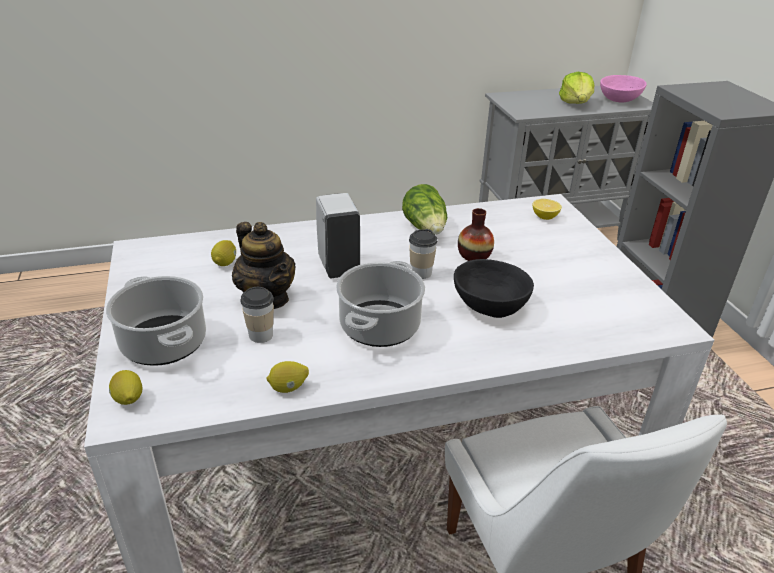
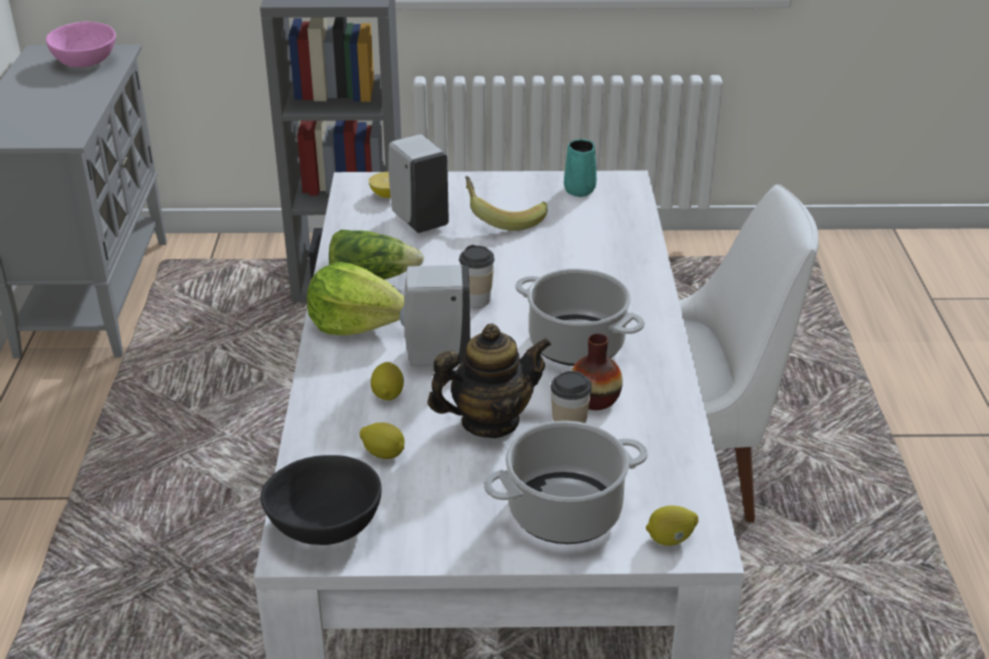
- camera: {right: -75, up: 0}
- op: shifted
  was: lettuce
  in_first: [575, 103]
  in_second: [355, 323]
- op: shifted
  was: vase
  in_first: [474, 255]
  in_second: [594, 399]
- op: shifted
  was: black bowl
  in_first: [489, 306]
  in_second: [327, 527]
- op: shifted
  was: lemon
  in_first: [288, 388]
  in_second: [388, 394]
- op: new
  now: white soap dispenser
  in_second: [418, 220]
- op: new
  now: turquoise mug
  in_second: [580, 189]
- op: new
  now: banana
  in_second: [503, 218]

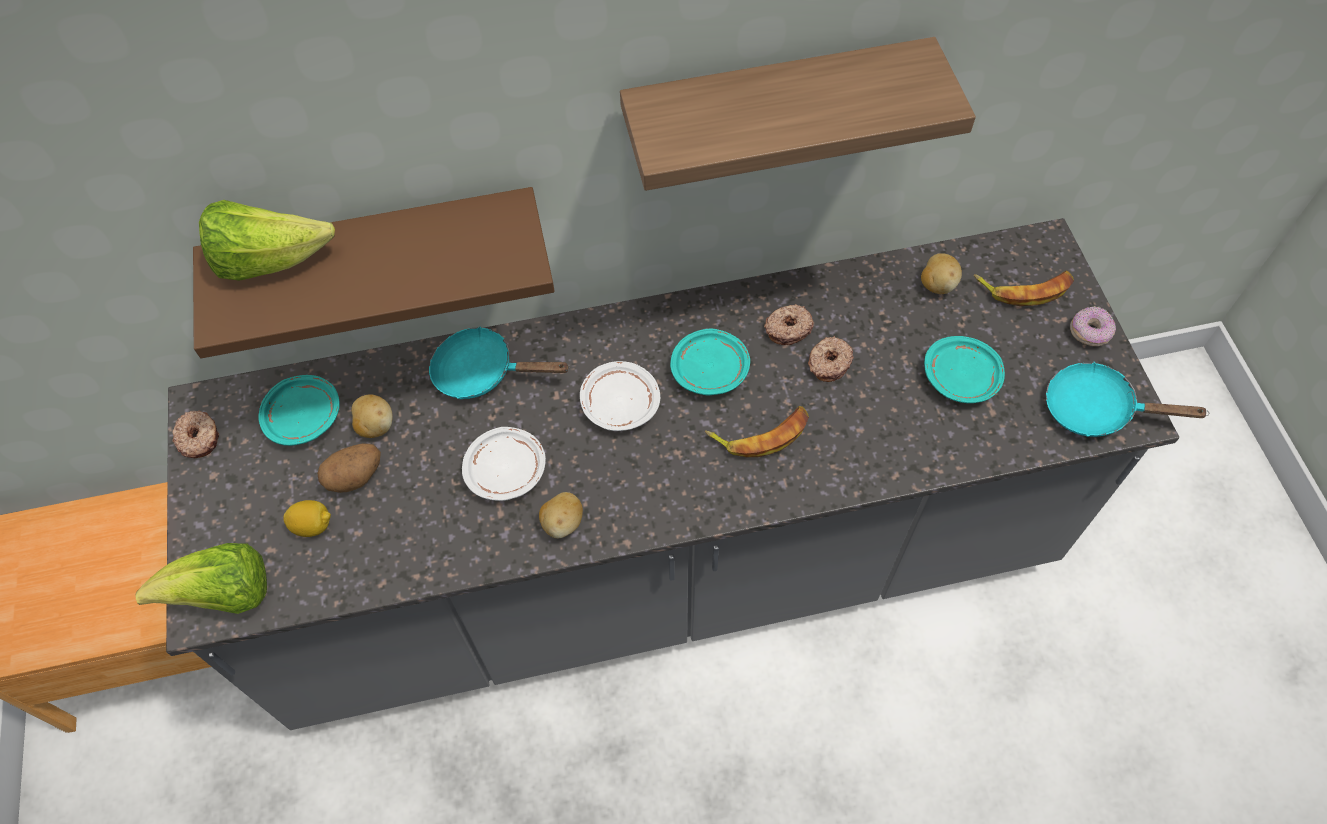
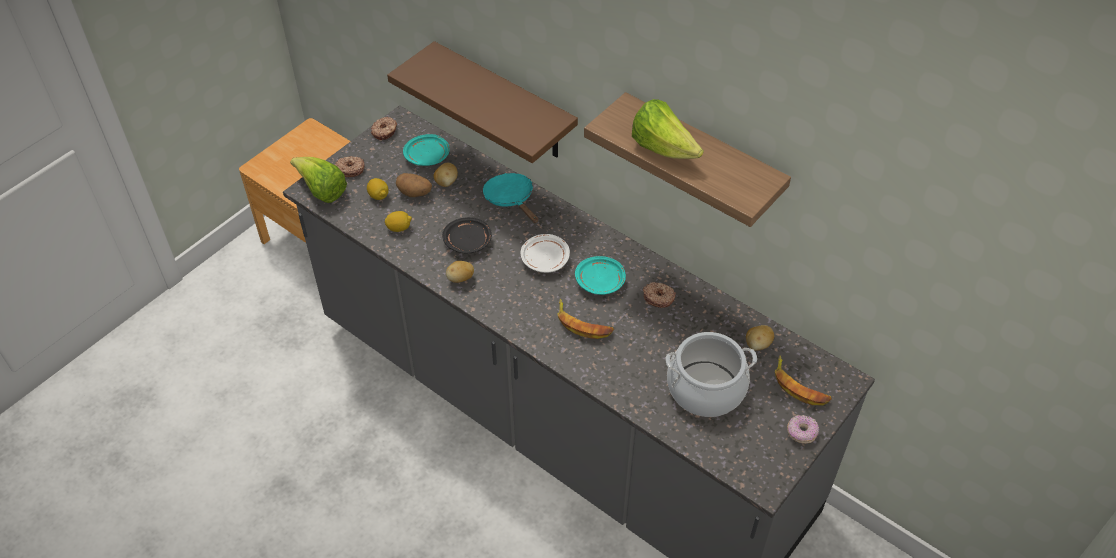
- camera: {right: 50, up: -10}
- op: shifted
  was: lettuce
  in_first: [270, 261]
  in_second: [663, 149]
- op: shifted
  was: donut
  in_first: [828, 363]
  in_second: [350, 169]
- op: swapped
  was: turquoise plate
  now: cooking pot
  in_first: [961, 378]
  in_second: [706, 389]
- op: gone
  was: turquoise frying pan
  in_first: [1097, 409]
- op: repainted
  was: white plate
  now: black plate
  in_first: [506, 470]
  in_second: [468, 241]
- op: new
  now: lemon
  in_second: [399, 228]

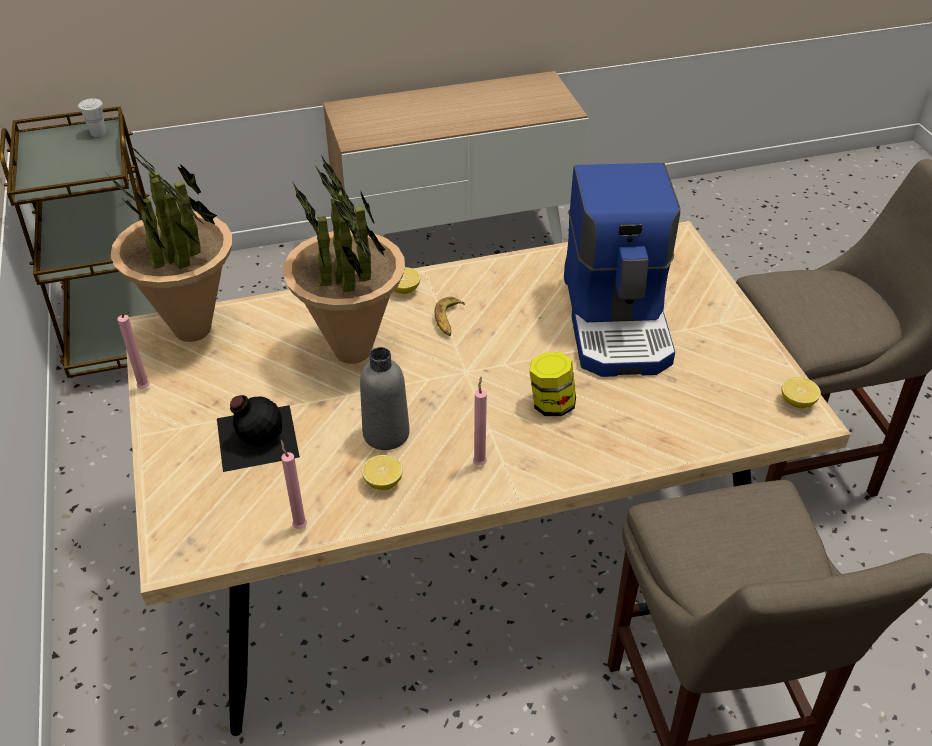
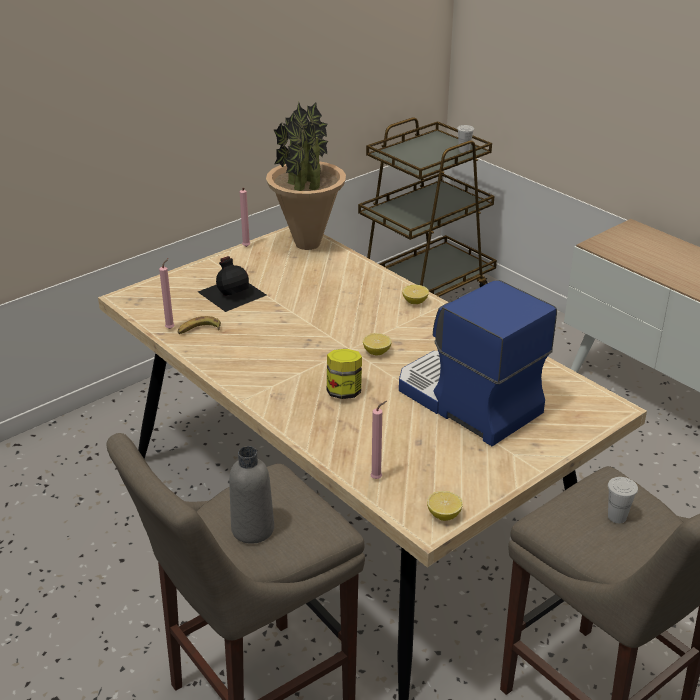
- camera: {right: 65, up: -10}
- op: gone
  was: potted plant
  in_first: [353, 352]
- op: rotated
  was: coffee machine
  in_first: [618, 321]
  in_second: [466, 401]
  clockwise: 75
- op: shifted
  was: banana
  in_first: [448, 320]
  in_second: [199, 330]
- op: shifted
  was: grey bottle
  in_first: [386, 434]
  in_second: [253, 529]
- op: shifted
  was: pink candle
  in_first: [480, 462]
  in_second: [378, 478]
- op: shifted
  was: lemon
  in_first: [383, 482]
  in_second: [376, 352]
- op: new
  now: white cup
  in_second: [617, 517]

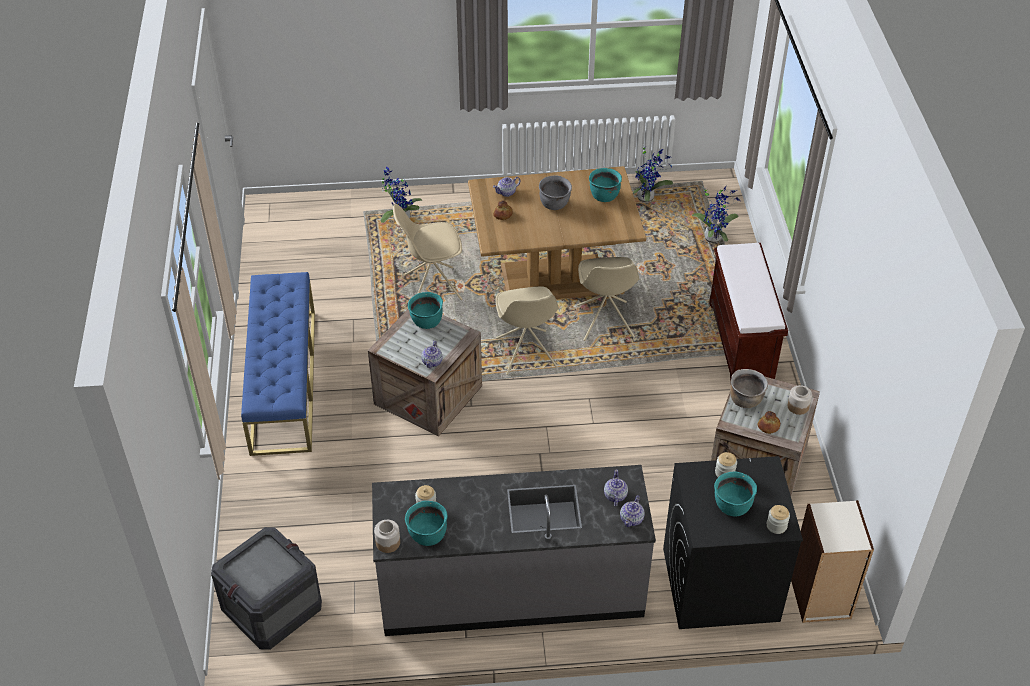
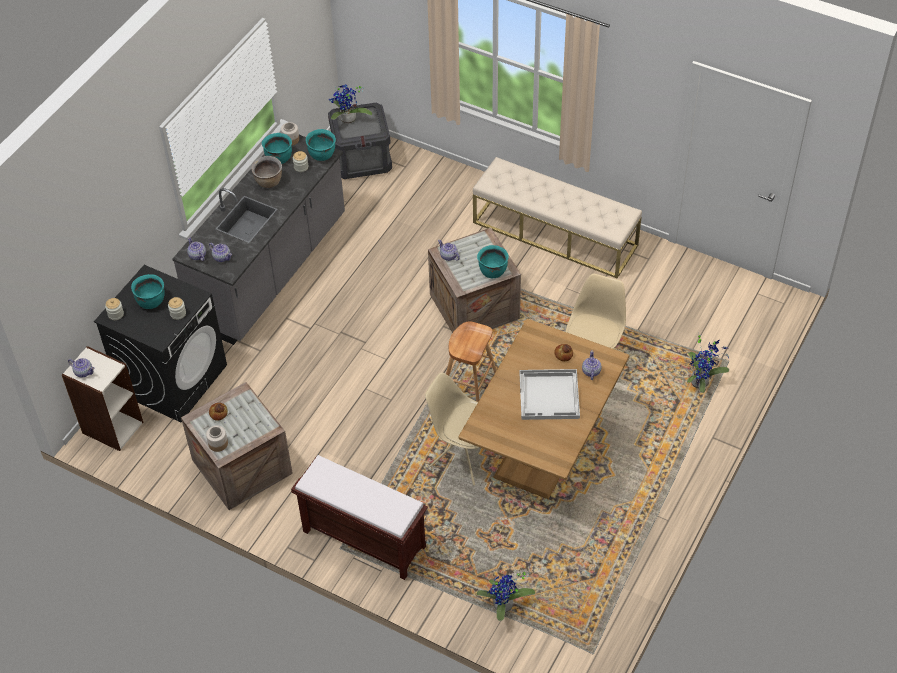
- camera: {right: 125, up: 5}
- op: shifted
  was: potted plant
  in_first: [647, 198]
  in_second: [347, 121]
- op: shifted
  was: turquoise cooking pot
  in_first: [604, 196]
  in_second: [322, 155]
- op: swapped
  was: grey cooking pot
  now: white tray
  in_first: [554, 204]
  in_second: [549, 396]
- op: repainted
  was: blue bench
  now: beige bench
  in_first: [283, 380]
  in_second: [555, 234]
- op: swapped
  was: beige chair
  now: brown stool
  in_first: [526, 354]
  in_second: [469, 385]
- op: shifted
  was: brown cooking pot
  in_first: [745, 400]
  in_second: [269, 182]
- op: new
  now: teapot
  in_second: [83, 372]

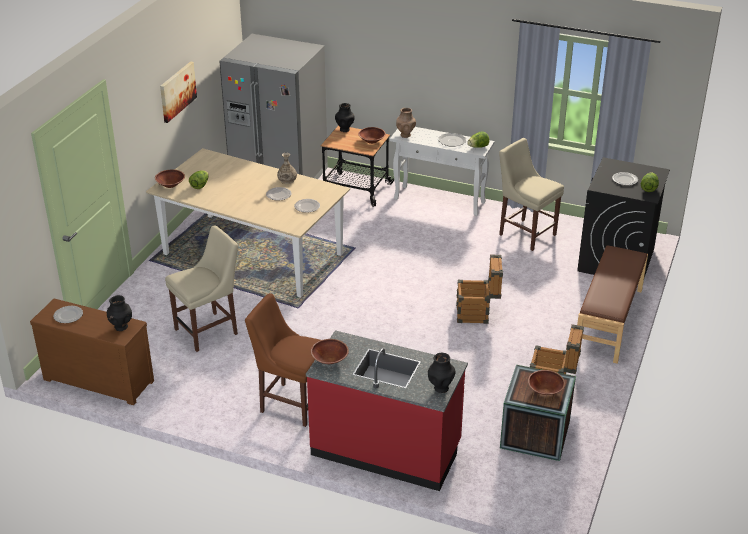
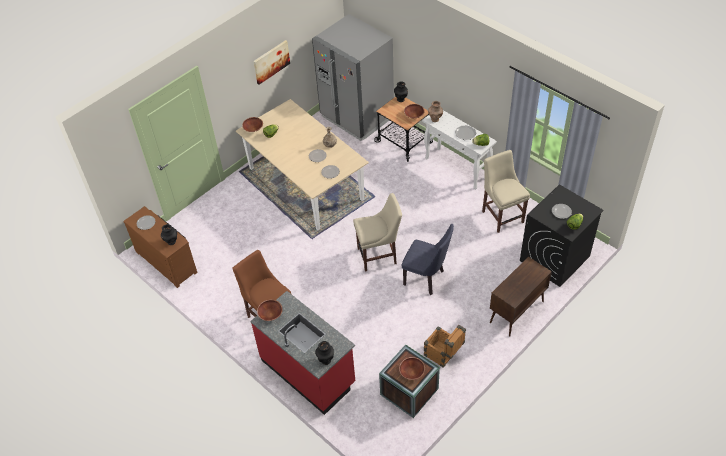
- camera: {right: 25, up: 15}
- op: shifted
  was: beige chair
  in_first: [209, 330]
  in_second: [379, 255]
- op: swapped
  was: brown bench
  now: brown cabinet
  in_first: [609, 321]
  in_second: [516, 312]
- op: swapped
  was: crate
  now: blue chair
  in_first: [477, 314]
  in_second: [427, 279]

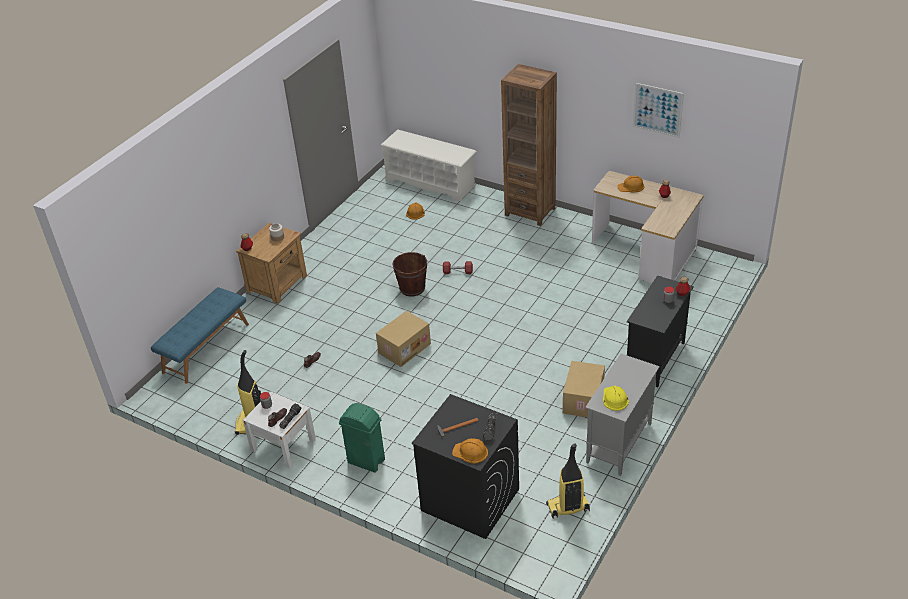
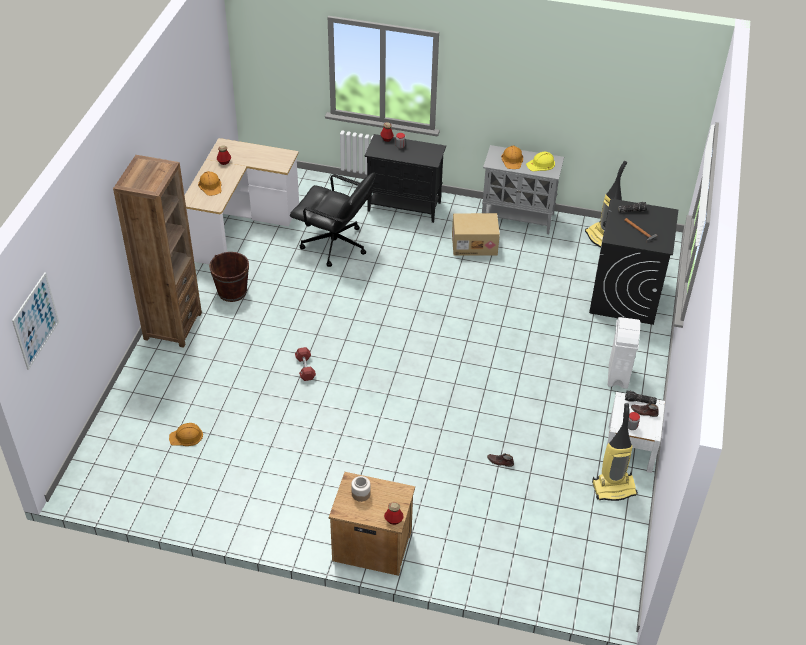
- camera: {right: -110, up: 5}
- op: shifted
  was: picture
  in_first: [657, 110]
  in_second: [35, 321]
- op: gone
  was: white shoe rack
  in_first: [431, 182]
- op: shifted
  was: brown bucket
  in_first: [412, 288]
  in_second: [232, 292]
- op: gone
  was: blue bench
  in_first: [206, 348]
- op: gone
  was: cardboard box
  in_first: [404, 348]
- op: repainted
  was: green trash can
  now: white trash can
  in_first: [366, 461]
  in_second: [618, 375]
- op: shifted
  was: orange hard hat
  in_first: [470, 452]
  in_second: [512, 160]
- op: new
  now: black office chair
  in_second: [335, 245]

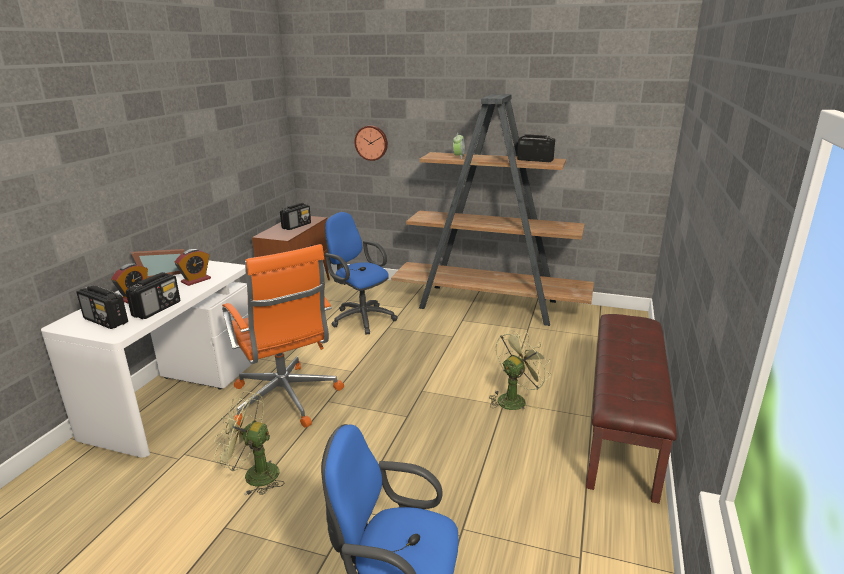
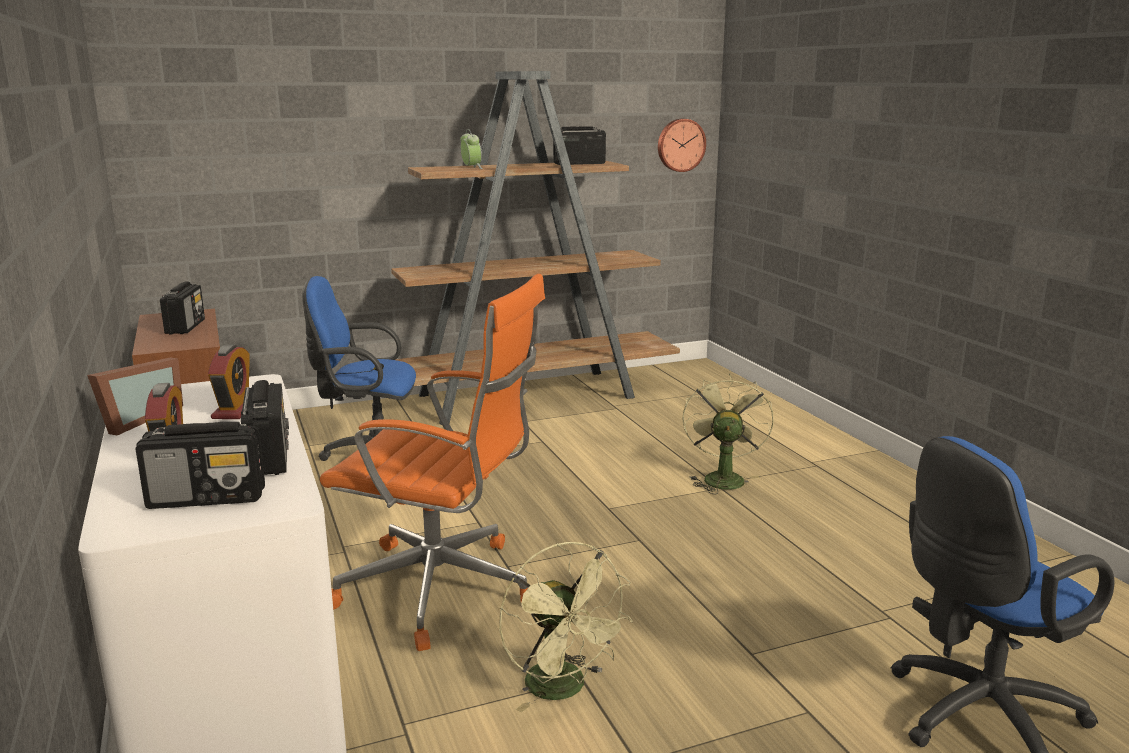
- camera: {right: -40, up: -5}
- op: shifted
  was: wall clock
  in_first: [371, 142]
  in_second: [680, 145]
- op: gone
  was: brown bench
  in_first: [623, 427]
- op: rotated
  was: green fan
  in_first: [254, 475]
  in_second: [564, 689]
  clockwise: -90

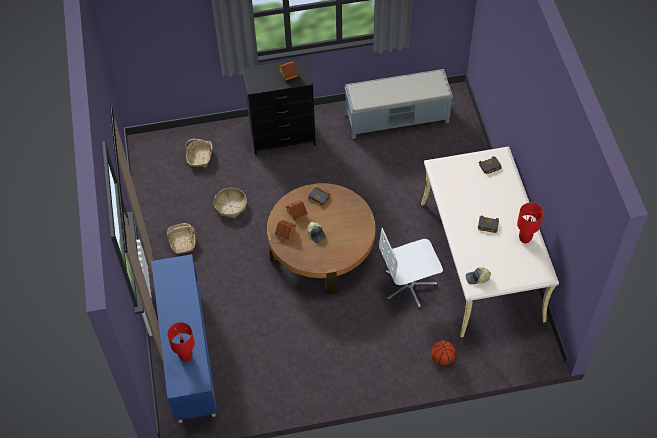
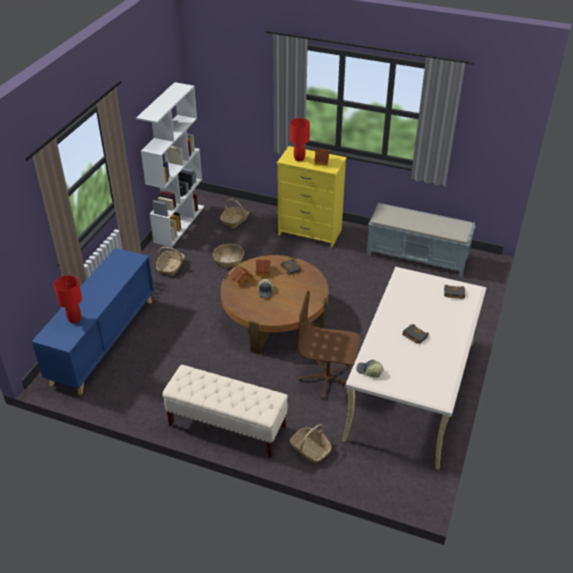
- camera: {right: 30, up: -15}
- op: repainted
  was: black dresser
  now: yellow dresser
  in_first: [282, 137]
  in_second: [309, 233]
- op: shifted
  was: red table lamp
  in_first: [525, 238]
  in_second: [299, 158]
- op: repainted
  was: white office chair
  now: brown office chair
  in_first: [409, 286]
  in_second: [327, 378]
- op: swapped
  was: basketball
  now: basket
  in_first: [442, 358]
  in_second: [310, 449]
- op: new
  now: white bookcase
  in_second: [179, 224]
- op: new
  now: beige bench
  in_second: [227, 426]

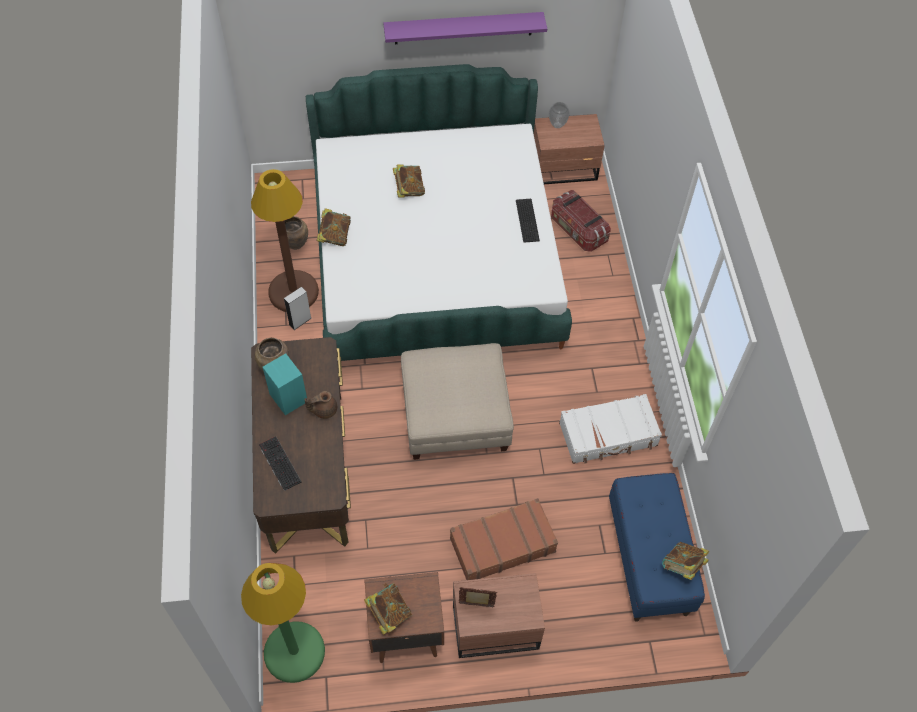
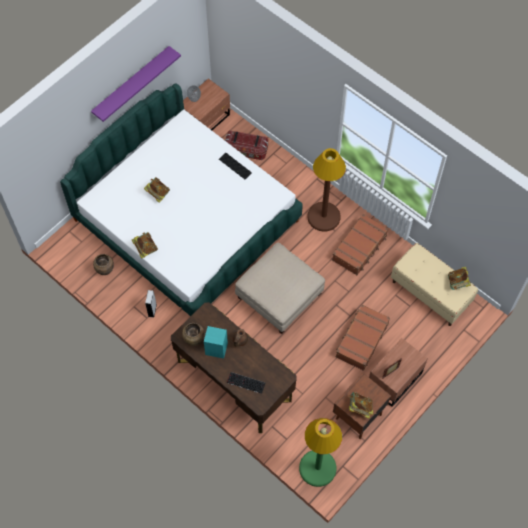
- camera: {right: -40, up: 5}
- op: shifted
  was: brown floor lamp
  in_first: [293, 292]
  in_second: [323, 217]
- op: repainted
  was: white suitcase
  now: brown suitcase
  in_first: [608, 435]
  in_second: [360, 248]
- op: repainted
  was: blue bench
  now: beige bench
  in_first: [649, 559]
  in_second: [430, 293]

